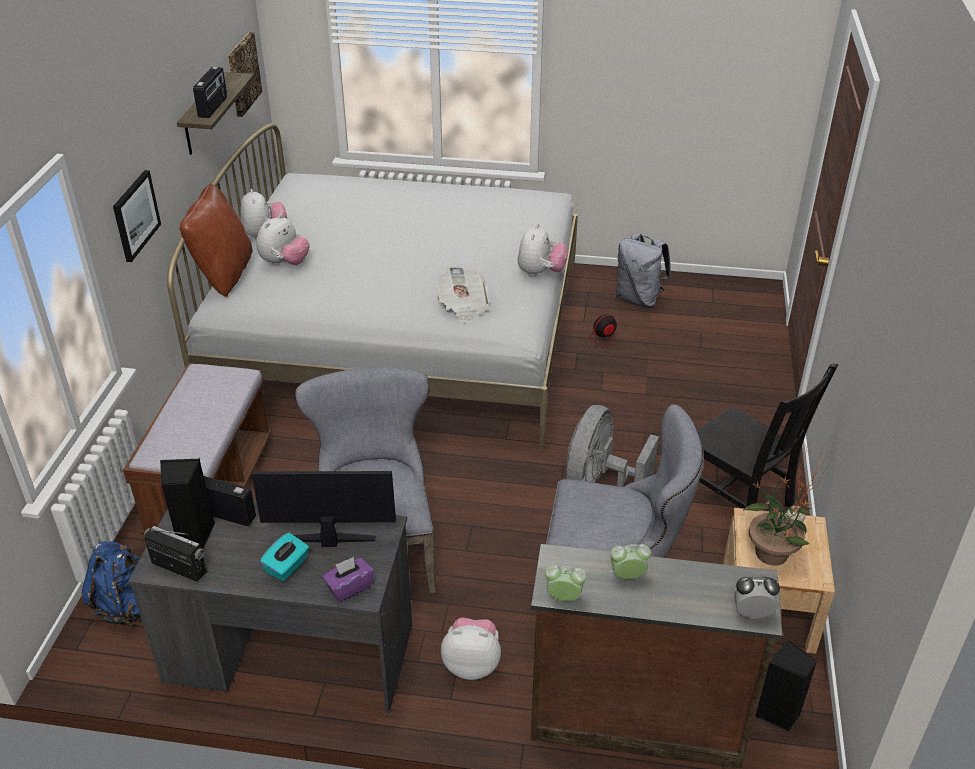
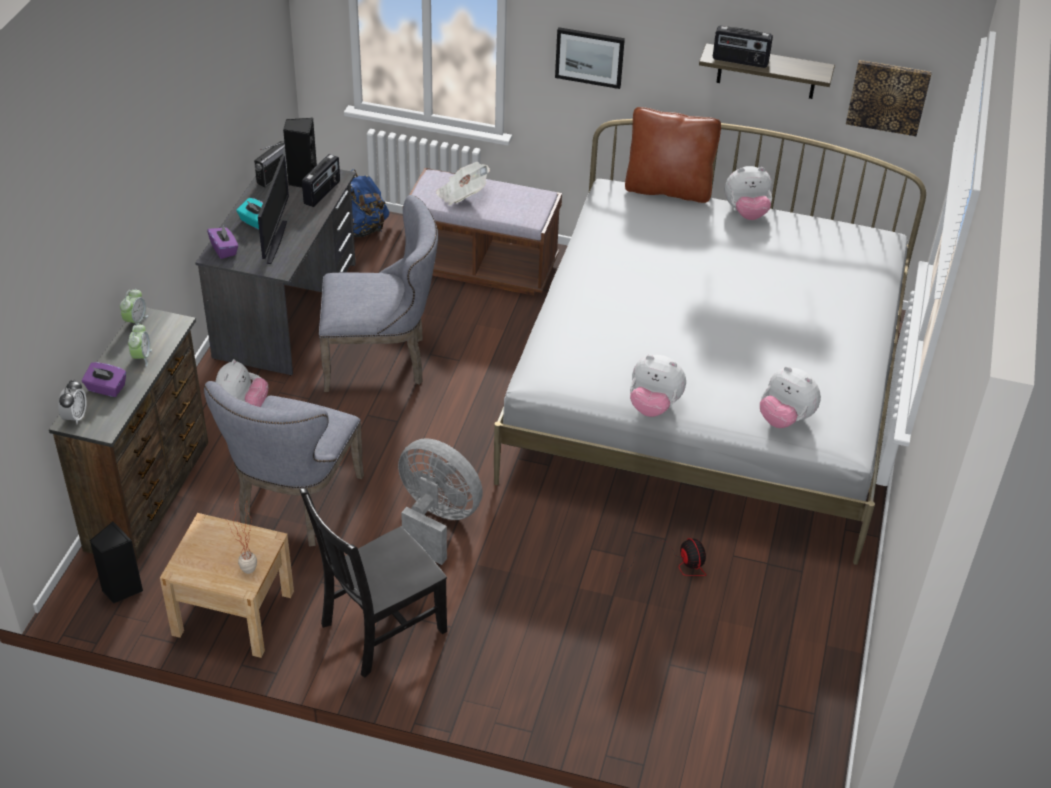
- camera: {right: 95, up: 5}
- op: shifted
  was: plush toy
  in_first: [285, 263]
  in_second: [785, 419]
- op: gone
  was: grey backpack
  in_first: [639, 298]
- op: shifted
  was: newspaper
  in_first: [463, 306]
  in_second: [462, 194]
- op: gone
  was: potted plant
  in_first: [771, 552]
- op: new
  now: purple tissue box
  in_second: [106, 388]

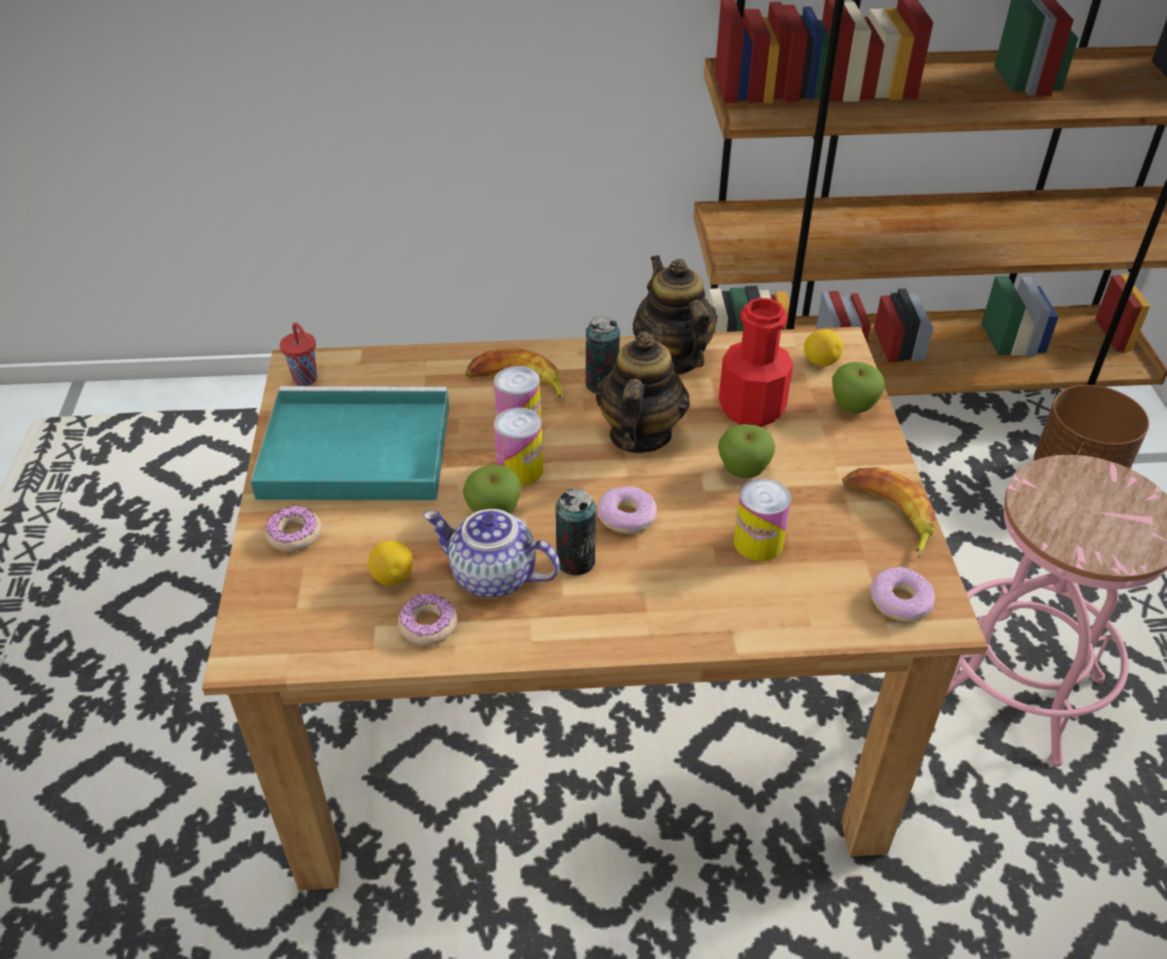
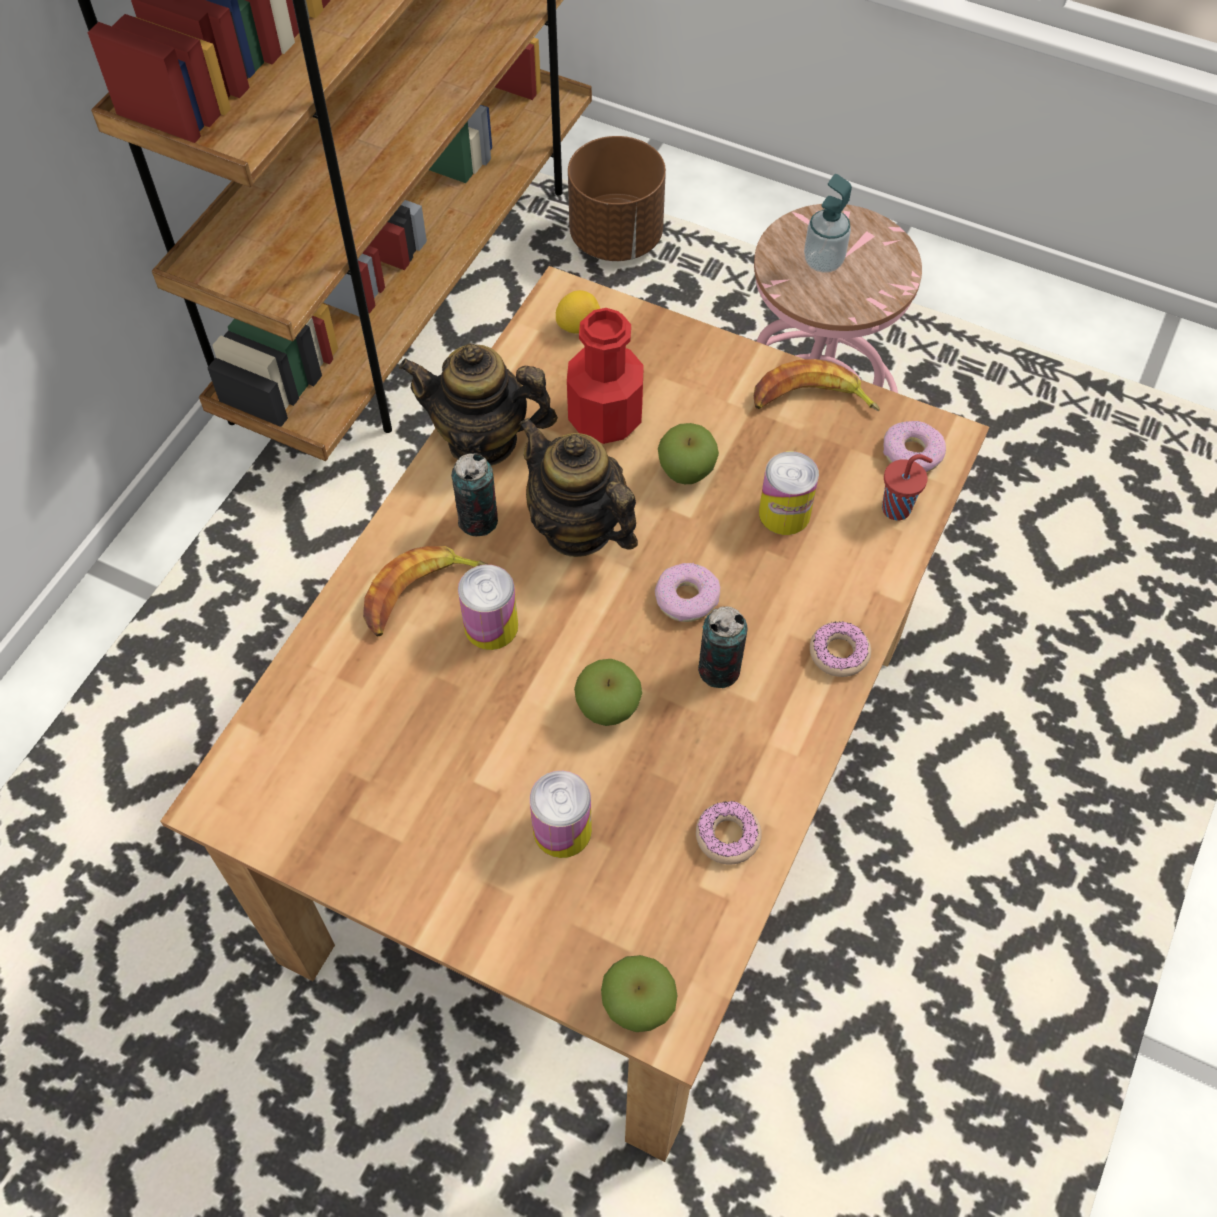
- camera: {right: -60, up: 15}
- op: shifted
  was: red cup
  in_first: [306, 380]
  in_second: [898, 508]
- op: shifted
  was: apple
  in_first: [853, 407]
  in_second: [638, 1006]
- op: gone
  was: turquoise tray
  in_first: [352, 451]
- op: shifted
  was: can
  in_first: [520, 469]
  in_second: [562, 830]
- op: shifted
  was: donut
  in_first: [294, 535]
  in_second: [839, 653]
- op: gone
  was: teapot
  in_first: [492, 577]
- op: gone
  was: lemon
  in_first: [392, 577]
- op: new
  now: soap dispenser
  in_second: [823, 261]

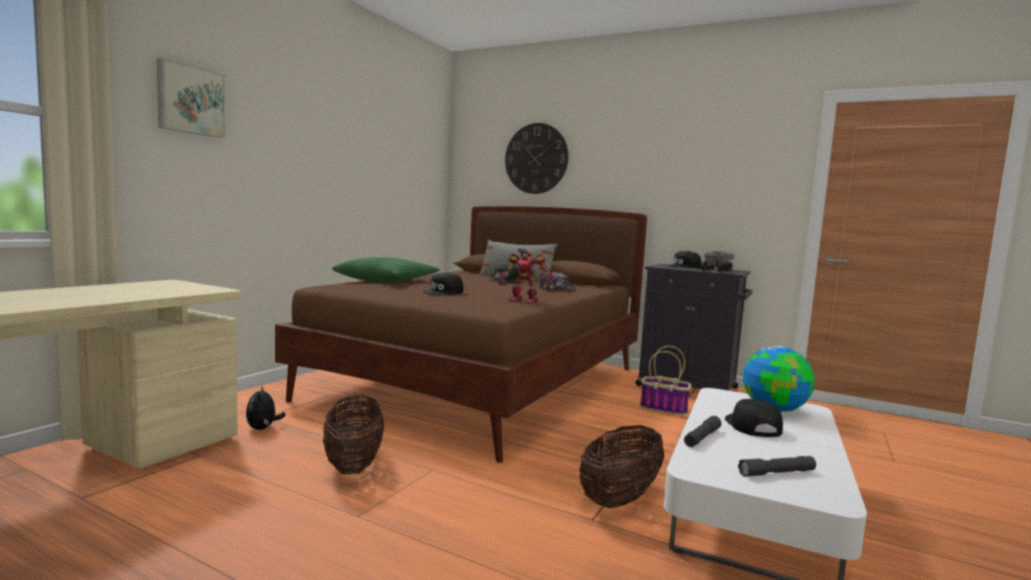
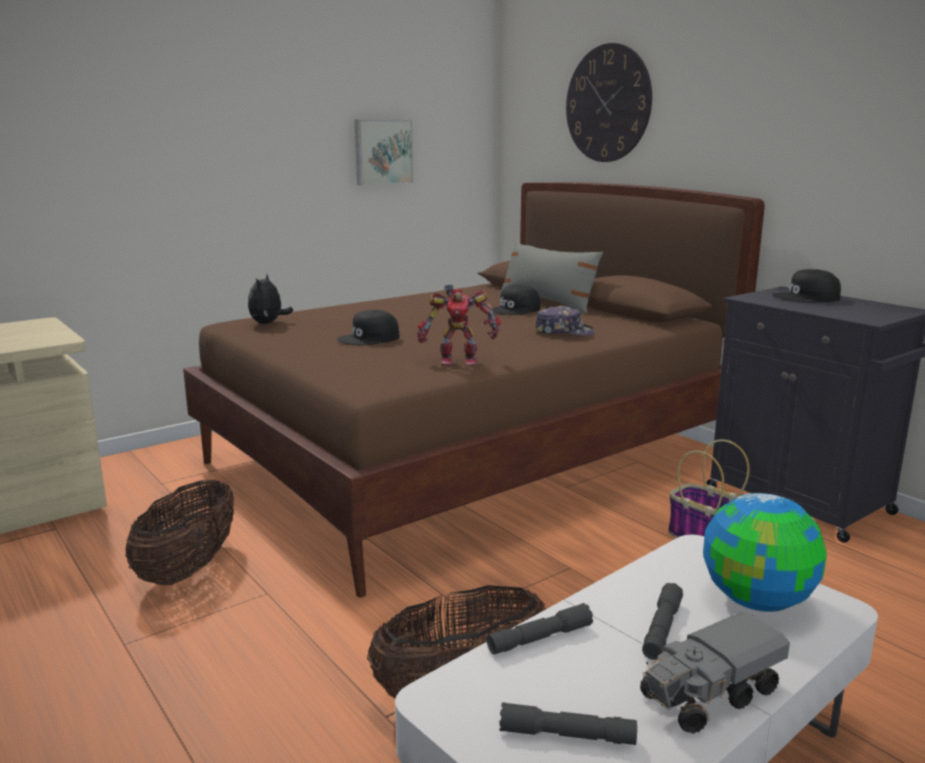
- camera: {right: 25, up: 10}
- op: shifted
  was: picture
  in_first: [190, 100]
  in_second: [382, 152]
- op: rotated
  was: toy robot
  in_first: [524, 300]
  in_second: [458, 360]
  clockwise: -45
- op: shifted
  was: toy truck
  in_first: [716, 270]
  in_second: [709, 695]
- op: gone
  was: green pillow
  in_first: [387, 281]
- op: shifted
  was: plush toy
  in_first: [263, 428]
  in_second: [268, 323]
- op: swapped
  was: black cap
  now: grey flashlight
  in_first: [751, 426]
  in_second: [662, 629]

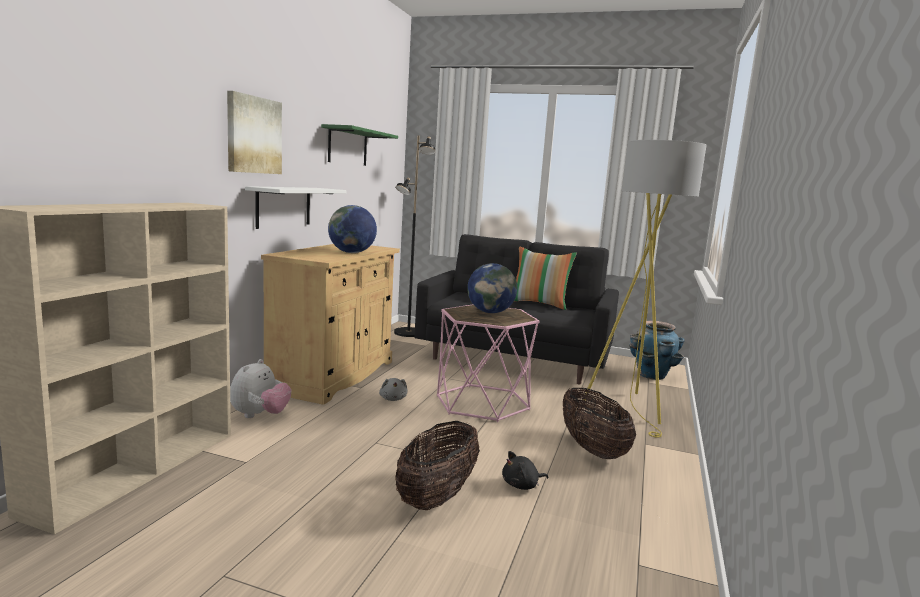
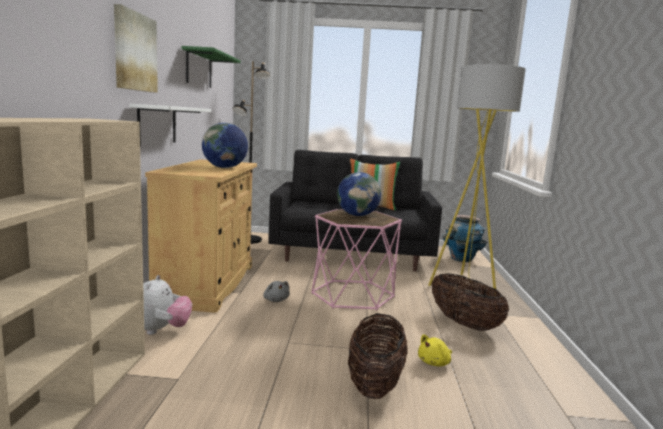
- camera: {right: -15, up: 0}
- op: repainted
  was: black plush toy
  now: yellow plush toy
  in_first: [522, 485]
  in_second: [435, 363]

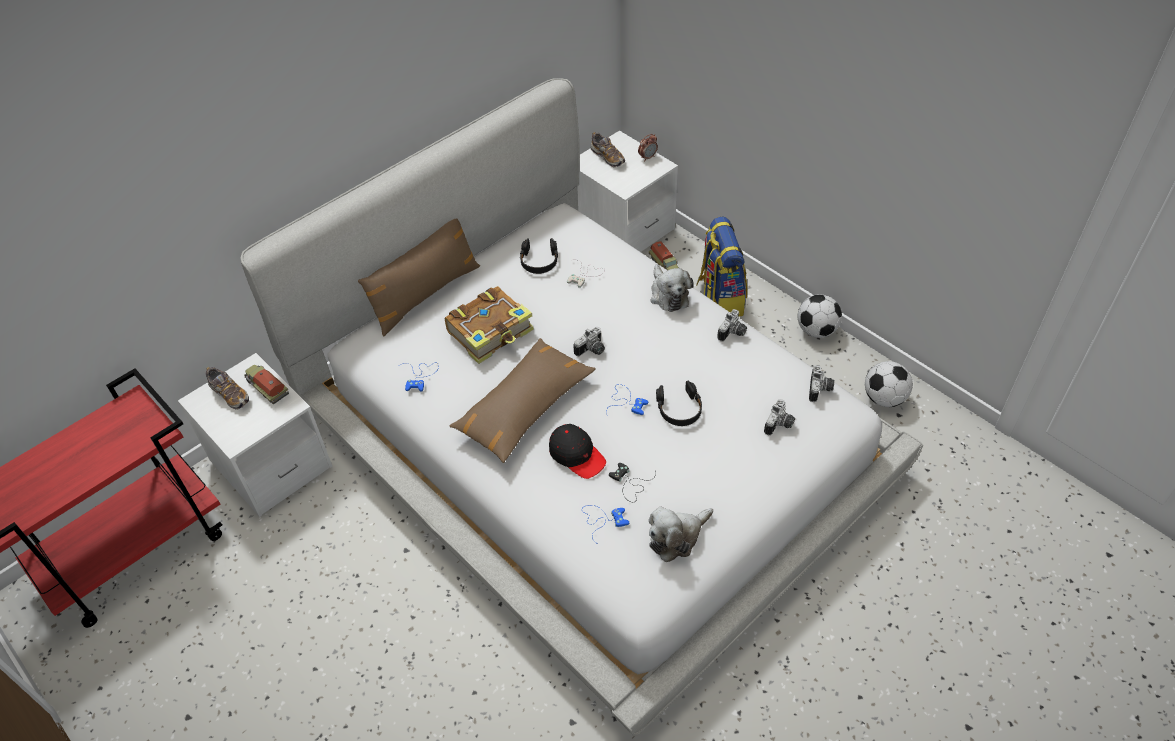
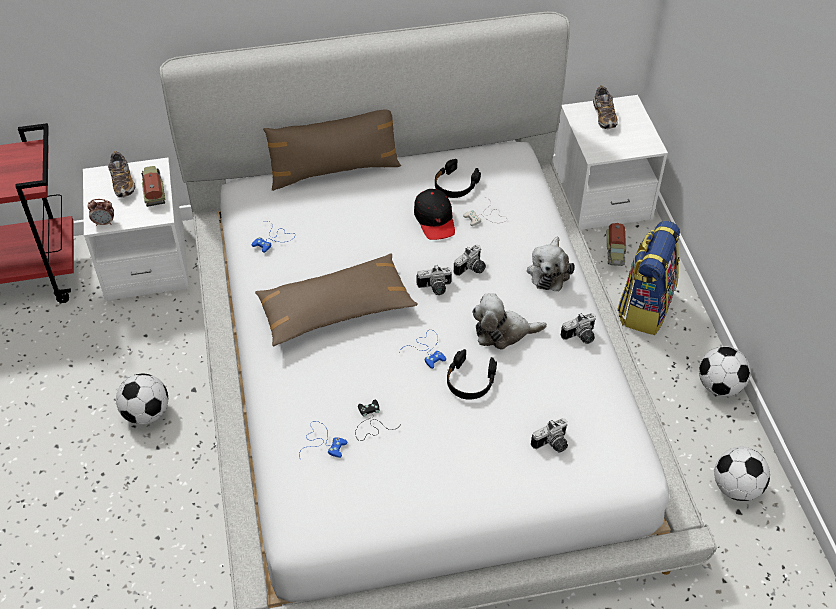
- camera: {right: 30, up: 0}
- op: shifted
  was: alarm clock
  in_first: [647, 157]
  in_second: [104, 223]
- op: gone
  was: book
  in_first: [491, 332]
- op: shifted
  was: photo camera
  in_first: [820, 390]
  in_second: [471, 269]
- op: shifted
  was: black cap
  in_first: [577, 455]
  in_second: [435, 220]
- op: shifted
  was: plush toy
  in_first: [677, 537]
  in_second: [503, 332]
- op: new
  now: football
  in_second: [147, 413]

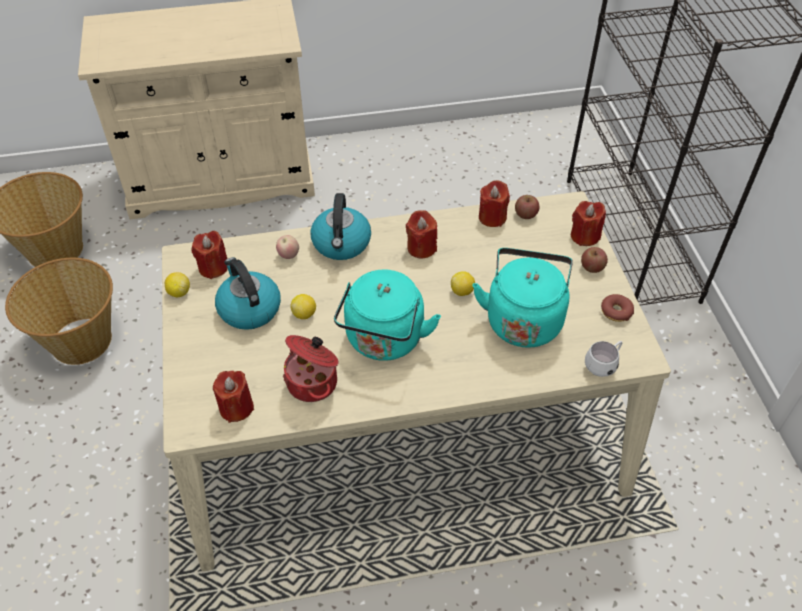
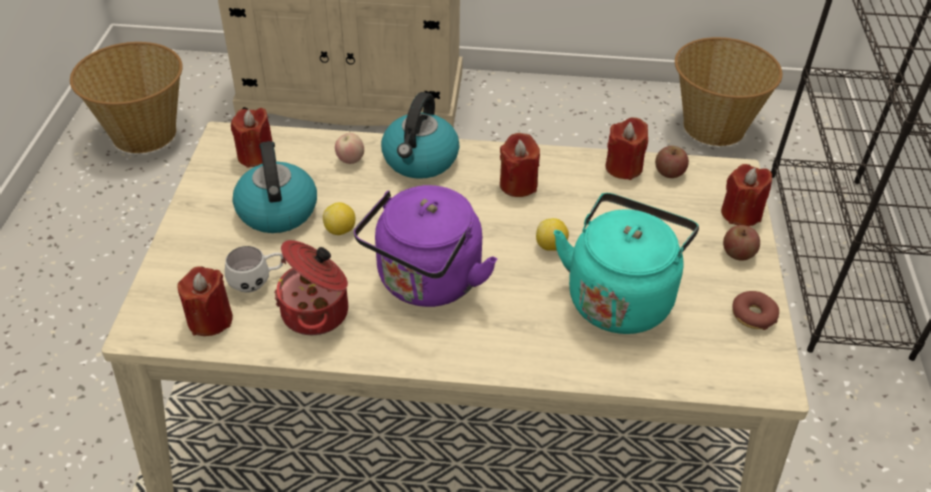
- camera: {right: 15, up: -5}
- op: shifted
  was: basket
  in_first: [80, 340]
  in_second: [713, 126]
- op: repainted
  was: turquoise kettle
  now: purple kettle
  in_first: [384, 341]
  in_second: [426, 283]
- op: gone
  was: lemon
  in_first: [179, 292]
- op: shifted
  was: white mug
  in_first: [603, 365]
  in_second: [257, 281]

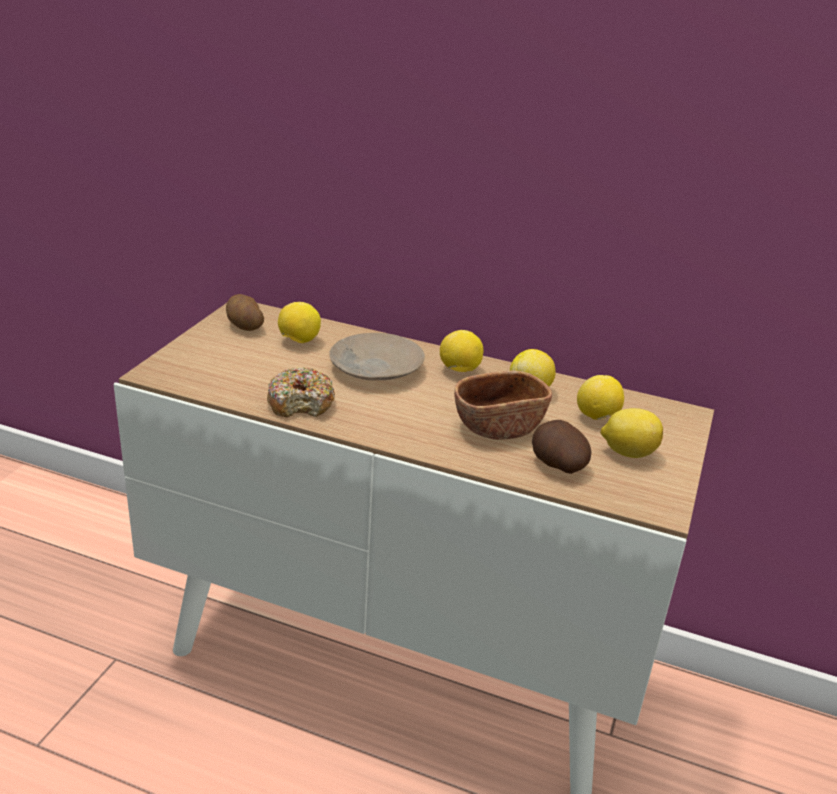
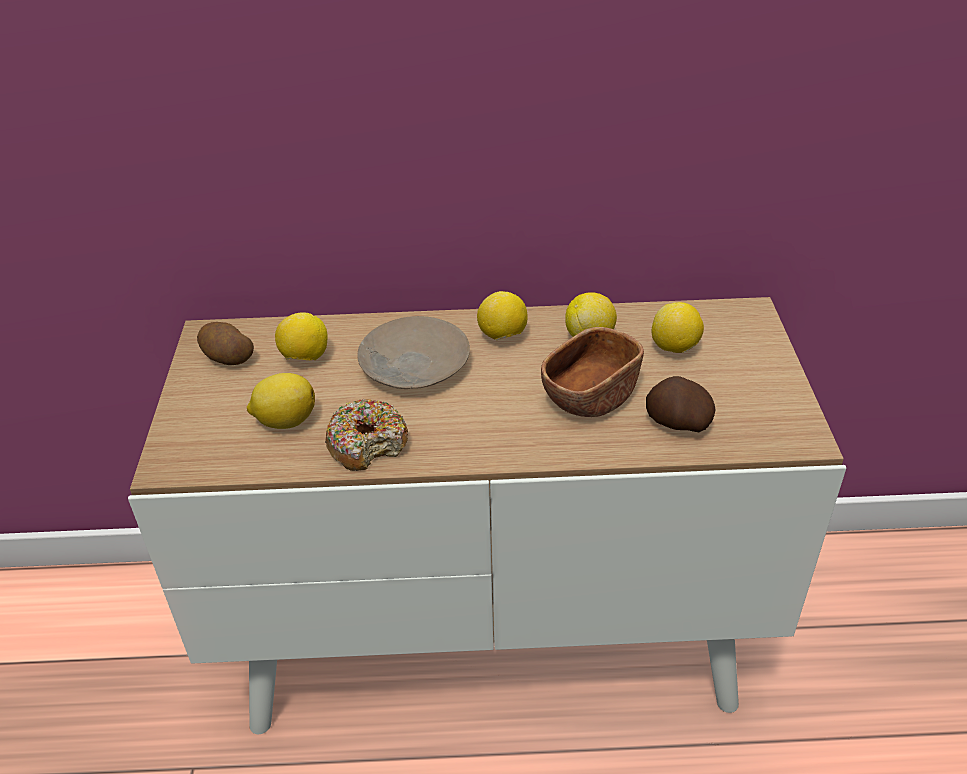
- camera: {right: -20, up: 10}
- op: shifted
  was: lemon
  in_first: [627, 452]
  in_second: [285, 421]

